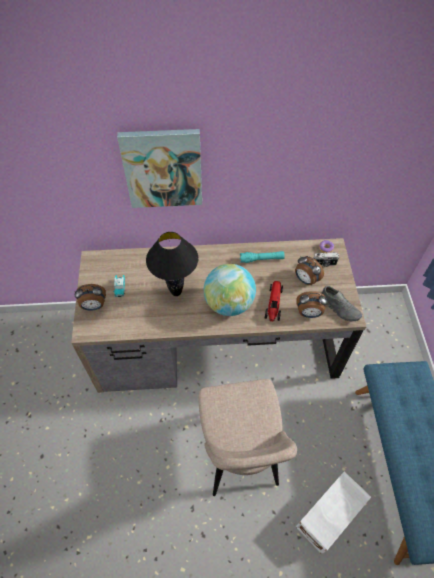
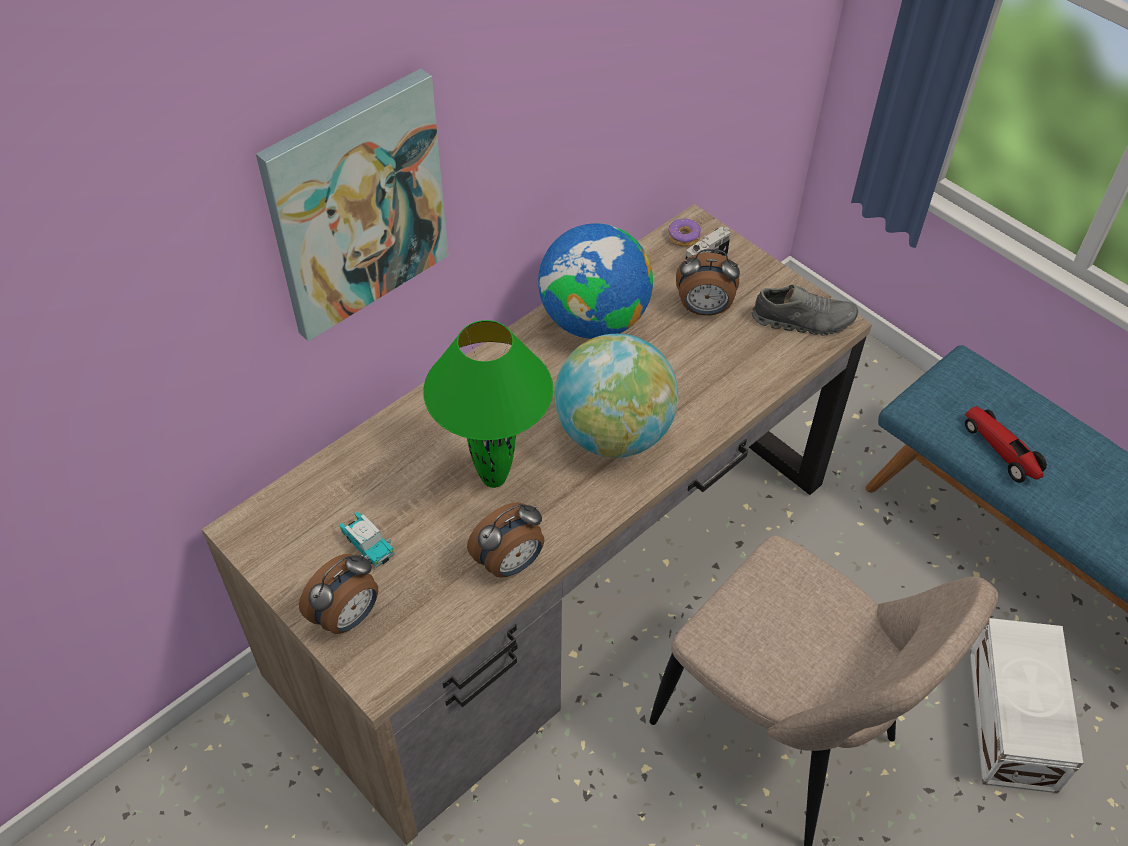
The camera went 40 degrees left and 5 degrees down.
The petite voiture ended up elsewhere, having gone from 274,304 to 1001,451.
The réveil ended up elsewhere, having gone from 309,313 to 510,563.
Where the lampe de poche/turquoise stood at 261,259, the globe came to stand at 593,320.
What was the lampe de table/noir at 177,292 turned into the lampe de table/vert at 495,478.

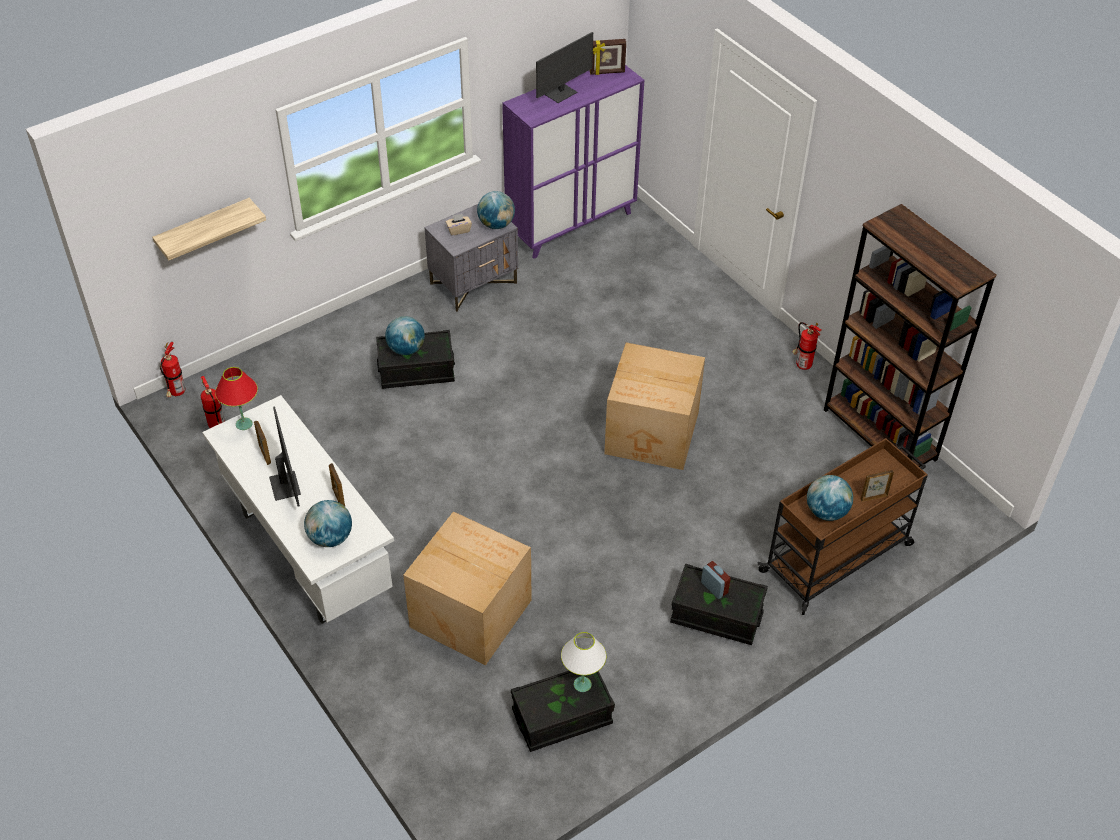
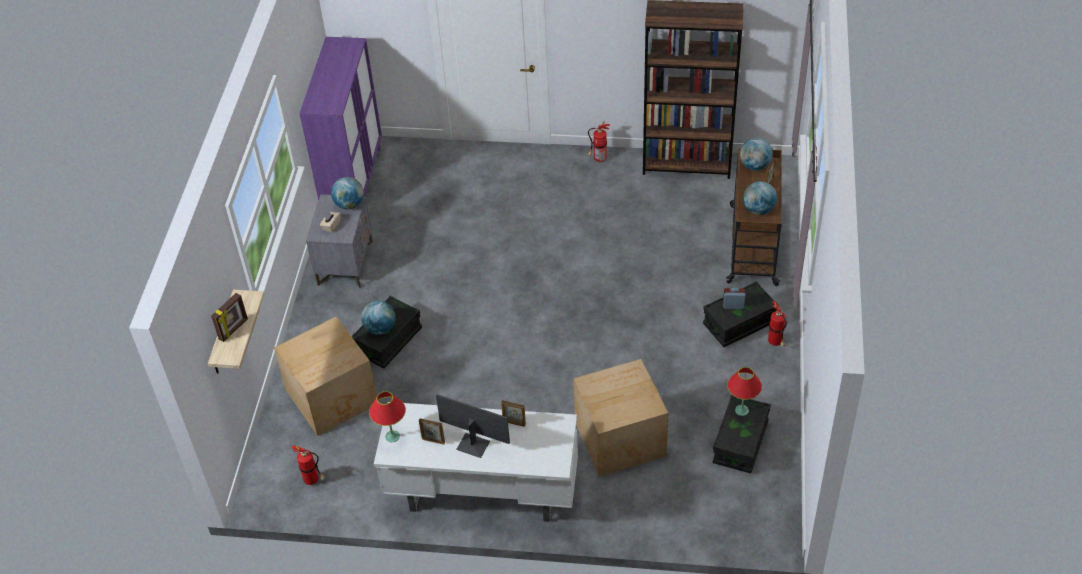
The camera went 45 degrees left and 0 degrees up.
The second view lost the écran d'ordinateur at 561,93.
The extincteur ended up elsewhere, having gone from 176,393 to 776,343.
The globe ended up elsewhere, having gone from 330,537 to 754,166.
The cadre photo ended up elsewhere, having gone from 607,72 to 234,329.
The carton ended up elsewhere, having gone from 653,434 to 333,397.
What was the lampe de table/blanc at 582,684 turned into the lampe de table/rouge at 741,410.

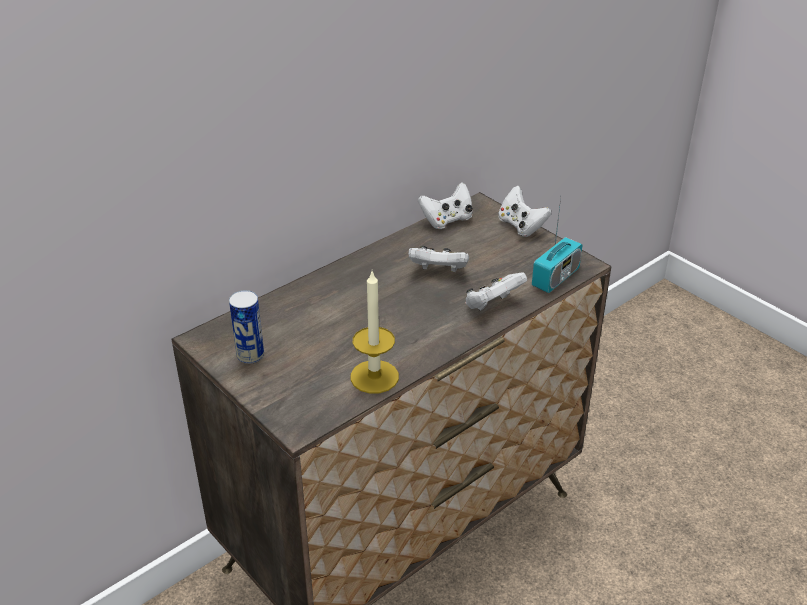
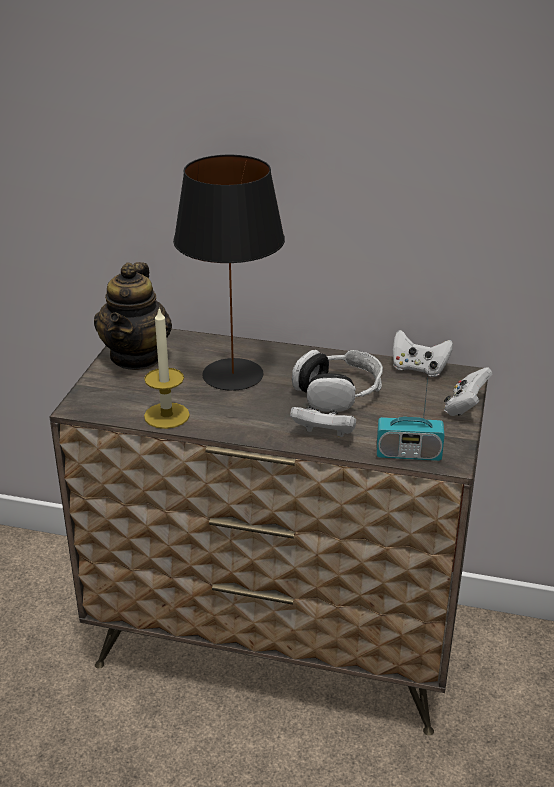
The camera went 55 degrees right and 5 degrees down.
The second view gained the lampe de table/noir at 234,374.
Where the boîte métallique stood at 250,355, the théière came to stand at 137,357.
Where the manette/blanc stood at 439,271, the casque audio came to stand at 338,392.

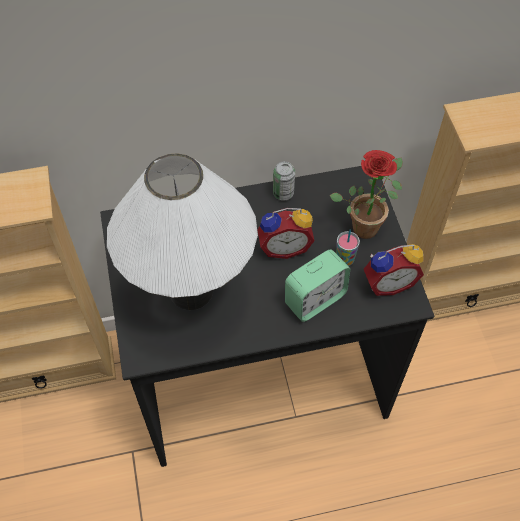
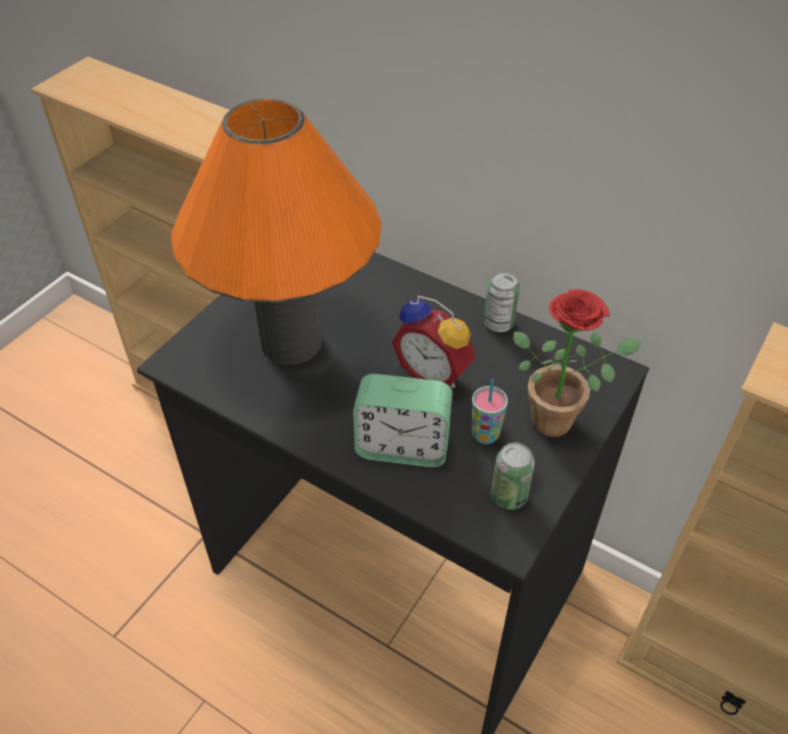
The camera went 45 degrees right and 10 degrees down.
Where the réveil stood at 388,282, the boîte métallique came to stand at 509,496.
What was the lampe de table/blanc at 191,290 turned into the lampe de table/orange at 291,342.

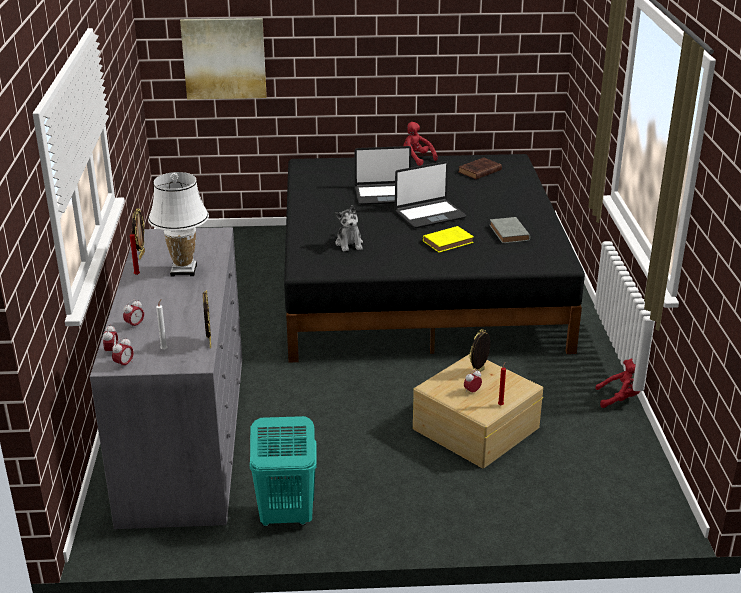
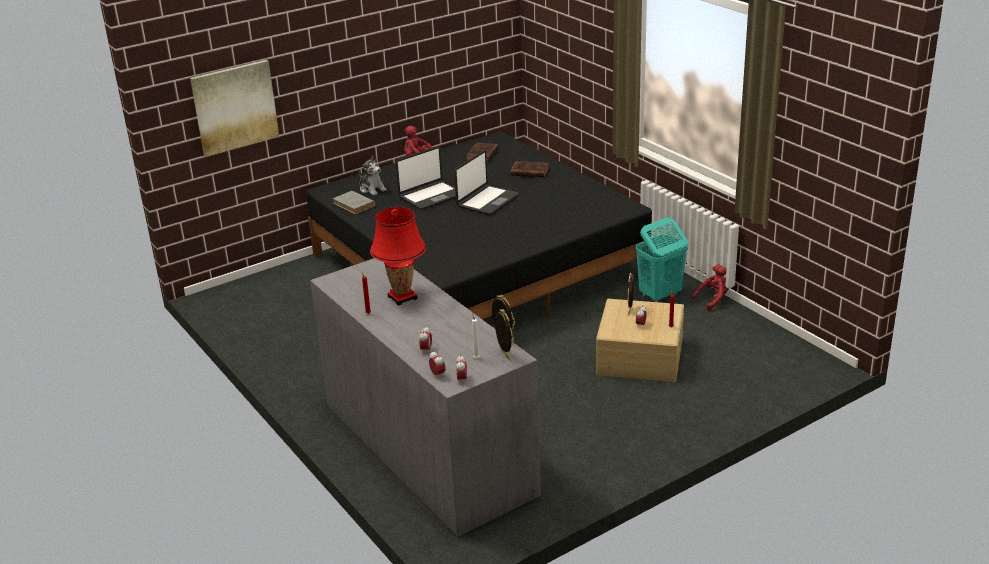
The camera went 30 degrees left and 0 degrees up.
The second view lost the livre/jaune at 449,241.
The second view gained the livre/marron at 528,172.
The cadre photo ended up elsewhere, having gone from 141,255 to 504,356.
The panier à linge/turquoise ended up elsewhere, having gone from 285,516 to 659,295.
The peluche ended up elsewhere, having gone from 349,244 to 372,189.
The livre/gris ended up elsewhere, having gone from 509,233 to 354,205.
What was the lampe de table/blanc at 183,270 turned into the lampe de table/rouge at 402,297.

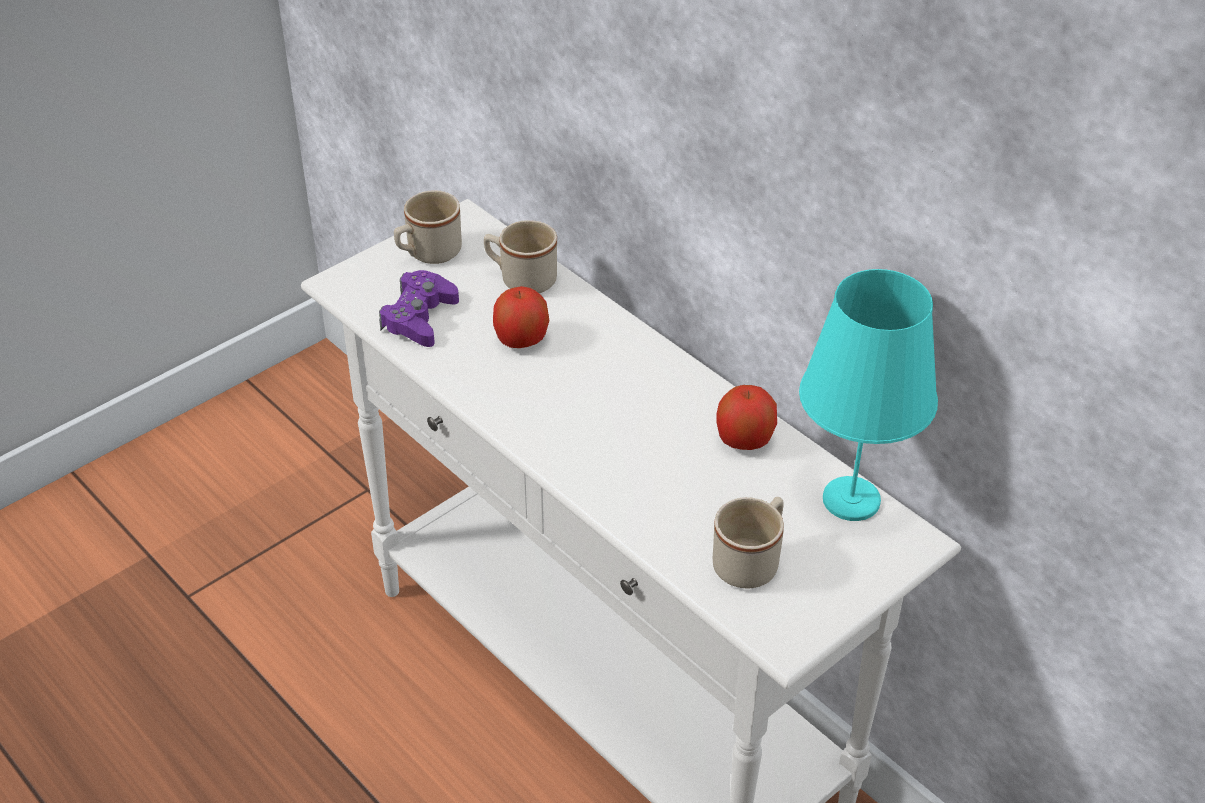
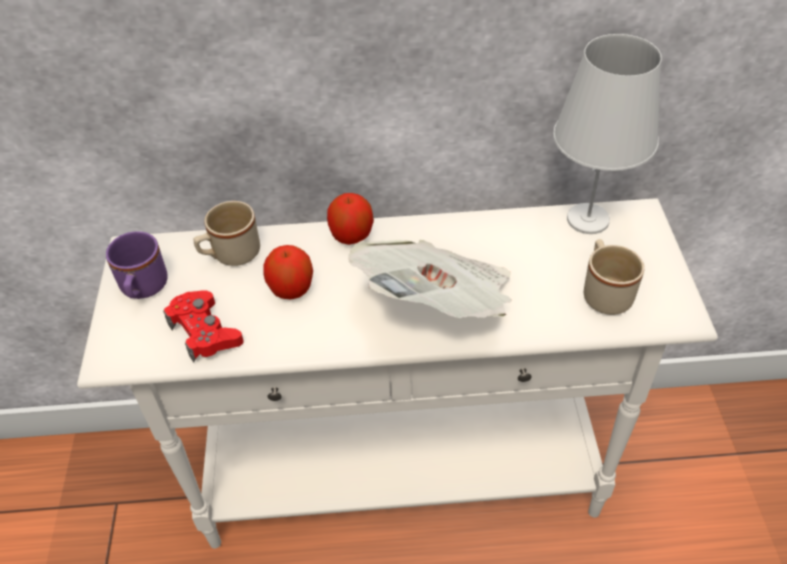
The camera went 50 degrees left and 5 degrees up.
The second view gained the journal at 439,304.
The pomme ended up elsewhere, having gone from 744,440 to 351,236.
What was the manette/violet at 419,317 turned into the manette/rouge at 205,332.
What was the mug/beige at 428,254 turned into the mug/violet at 143,289.
What was the lampe de table/turquoise at 850,499 turned into the lampe de table/blanc at 587,219.

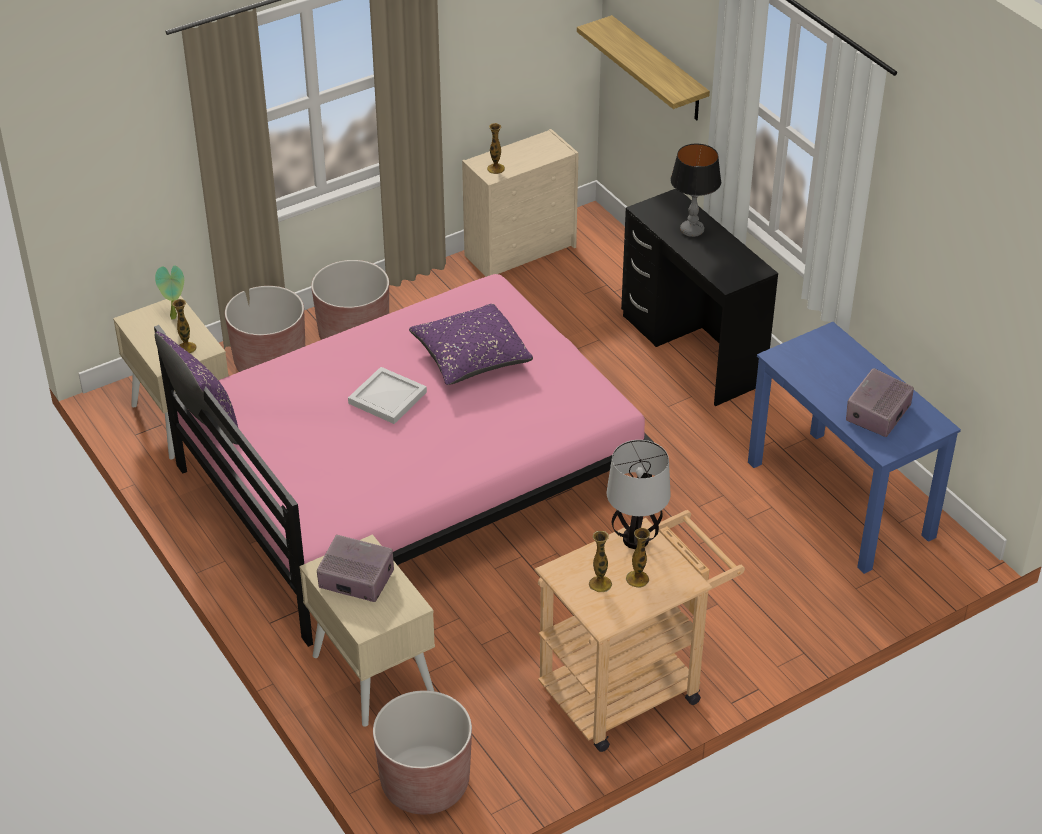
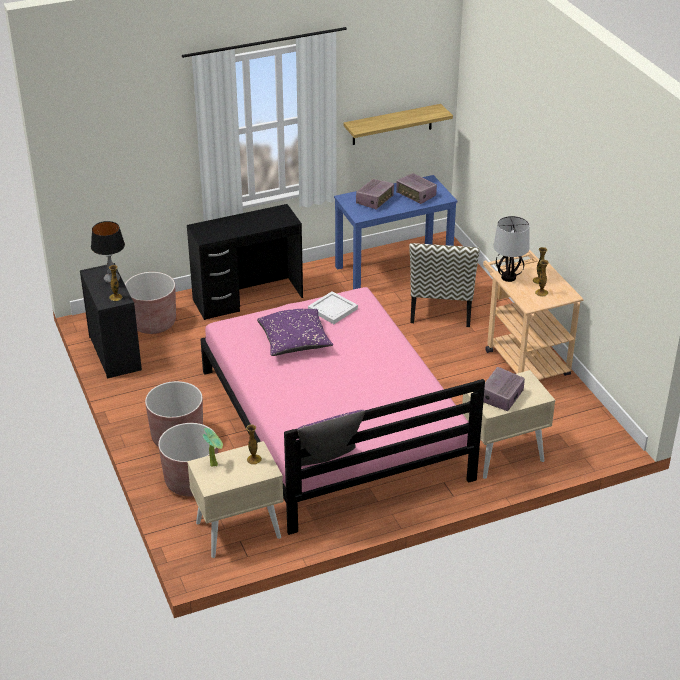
The camera went 80 degrees left and 5 degrees down.
The second view gained the radio at 375,200.
The second view gained the chaise at 442,307.
The plateau/blanc ended up elsewhere, having gone from 388,397 to 332,309.
The cache-pot/marron ended up elsewhere, having gone from 425,783 to 153,323.
The étagère ended up elsewhere, having gone from 658,70 to 392,124.
The lampe de table ended up elsewhere, having gone from 692,230 to 111,279.
What was the commode/beige at 521,251 turned into the commode/noir at 114,352.

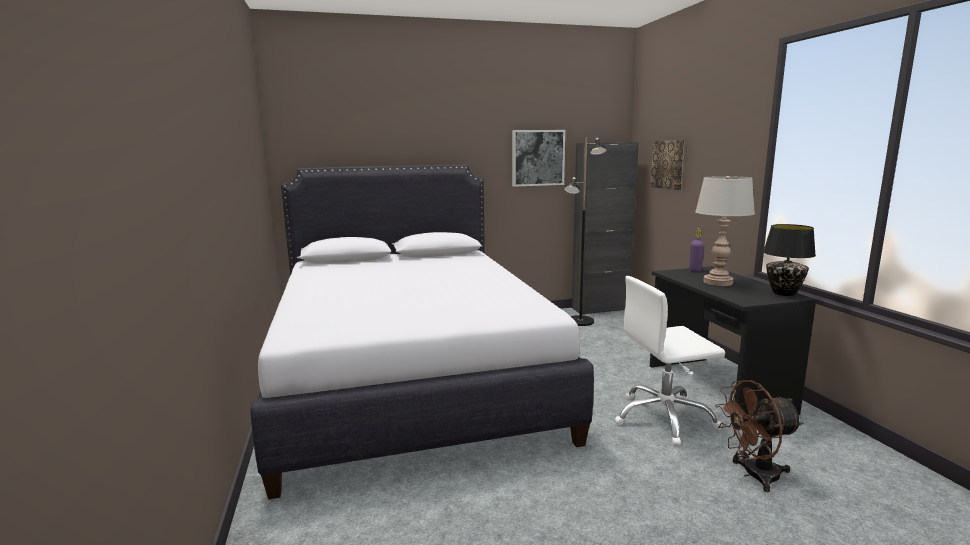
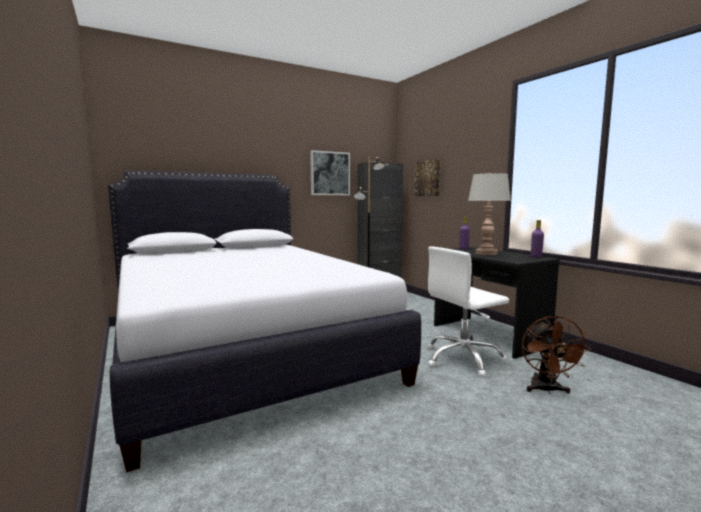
The camera went 15 degrees left and 5 degrees down.
Where the lampe de table/noir stood at 784,293, the bouteille/violet came to stand at 536,257.
The ventilateur/marron at 753,475 ended up facing another way, 60 degrees counterclockwise from before.

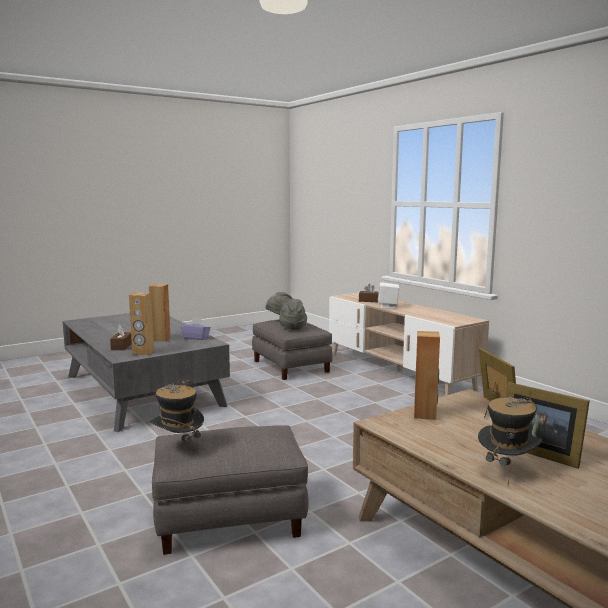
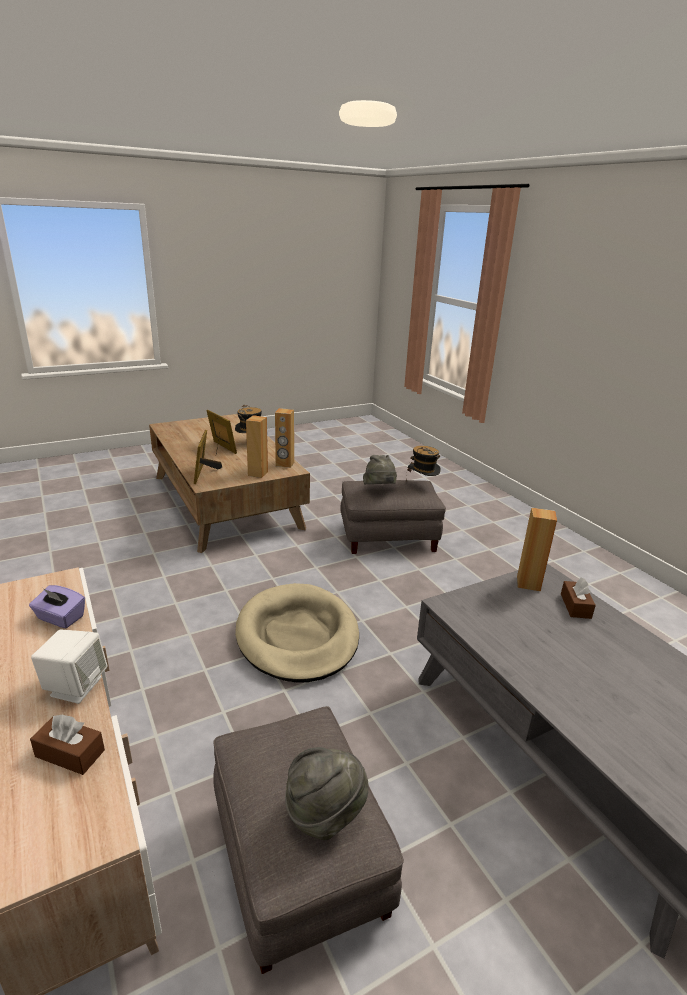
The camera went 175 degrees left and 15 degrees up.
The second view gained the panier pour chien/beige at 297,636.
The enceinte/marron ended up elsewhere, having gone from 161,339 to 285,464.
The boîte à mouchoirs/violet ended up elsewhere, having gone from 196,338 to 60,618.
The chapeau/gris ended up elsewhere, having gone from 292,327 to 379,489.

